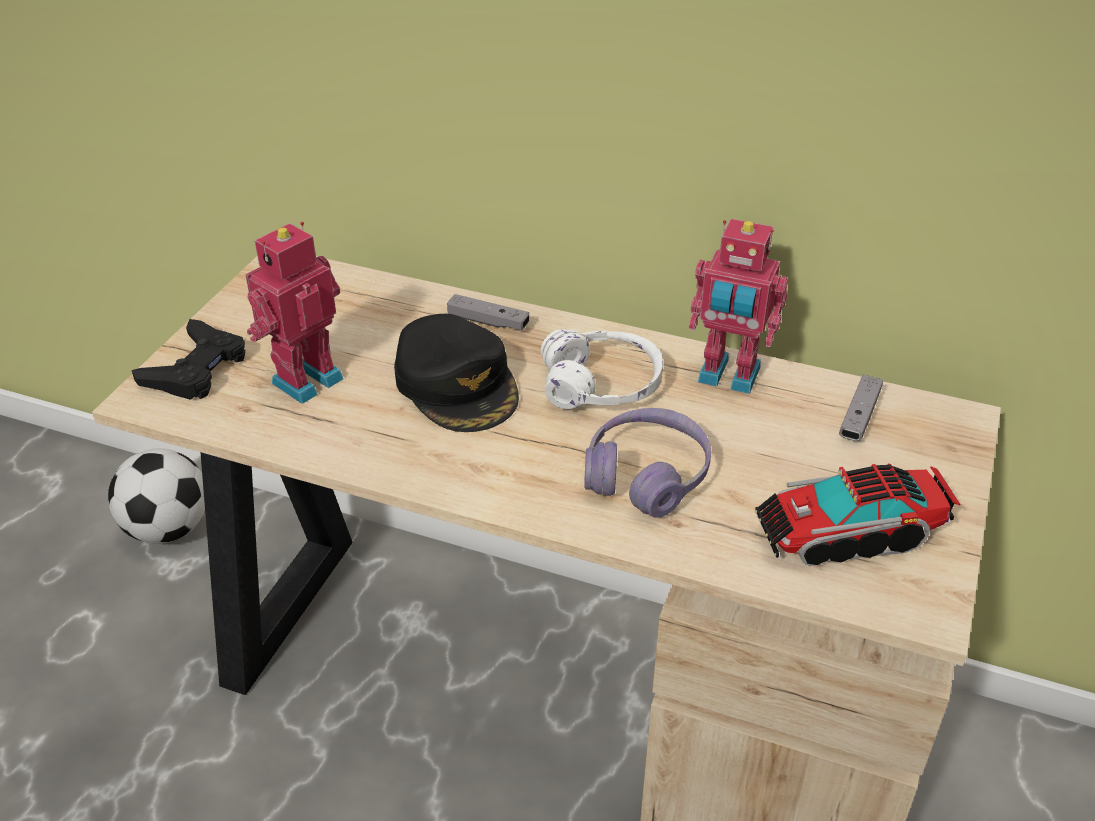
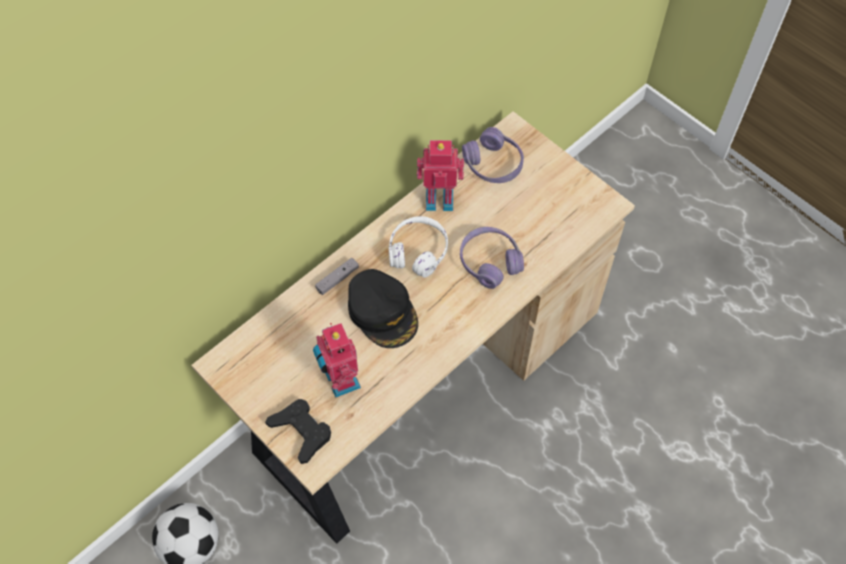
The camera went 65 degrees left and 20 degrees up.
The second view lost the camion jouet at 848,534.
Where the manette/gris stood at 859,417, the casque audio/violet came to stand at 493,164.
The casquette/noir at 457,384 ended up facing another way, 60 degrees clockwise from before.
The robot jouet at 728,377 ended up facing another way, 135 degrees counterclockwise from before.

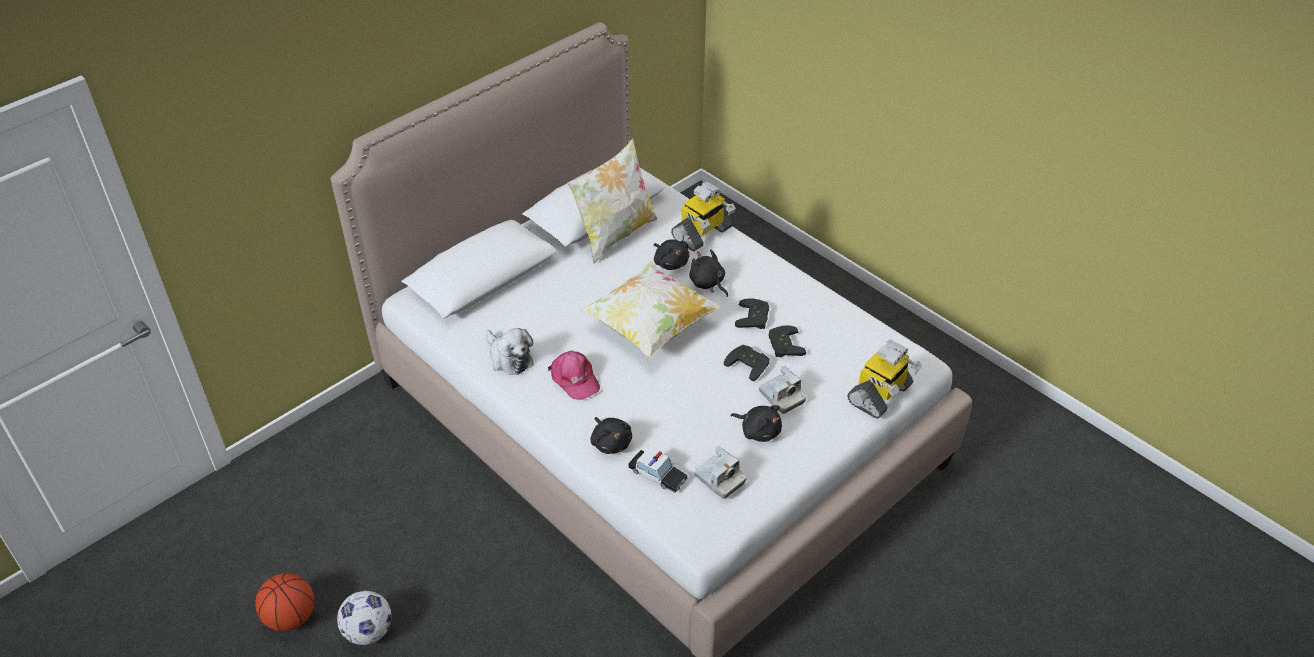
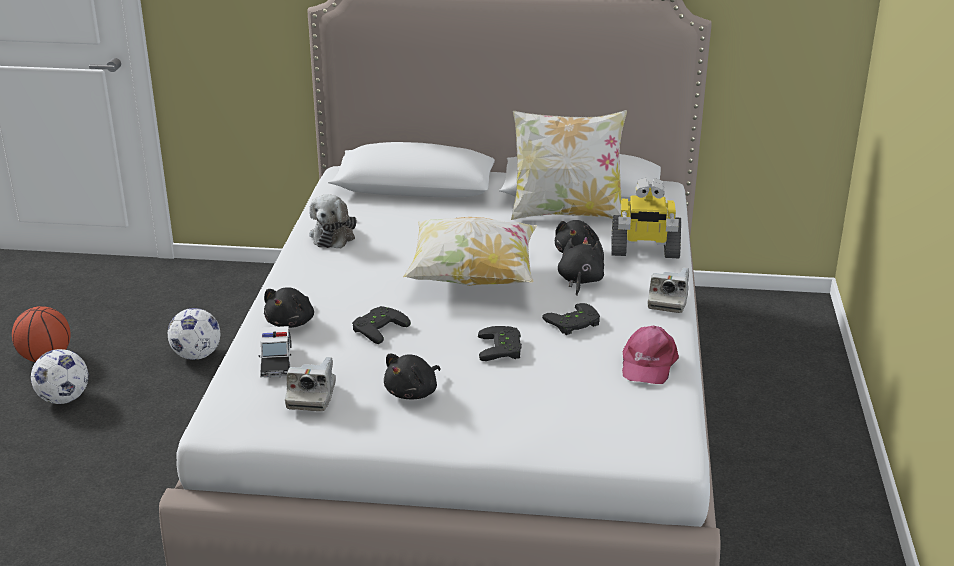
The camera went 50 degrees right and 15 degrees down.
The second view lost the robot jouet at 880,395.
The second view gained the ballon de foot at 197,355.
The casquette/rose ended up elsewhere, having gone from 574,379 to 648,363.
The appareil photo ended up elsewhere, having gone from 781,397 to 668,300.
The manette/noir ended up elsewhere, having gone from 783,345 to 377,327.
The peluche/noir at 758,431 ended up facing another way, 45 degrees clockwise from before.

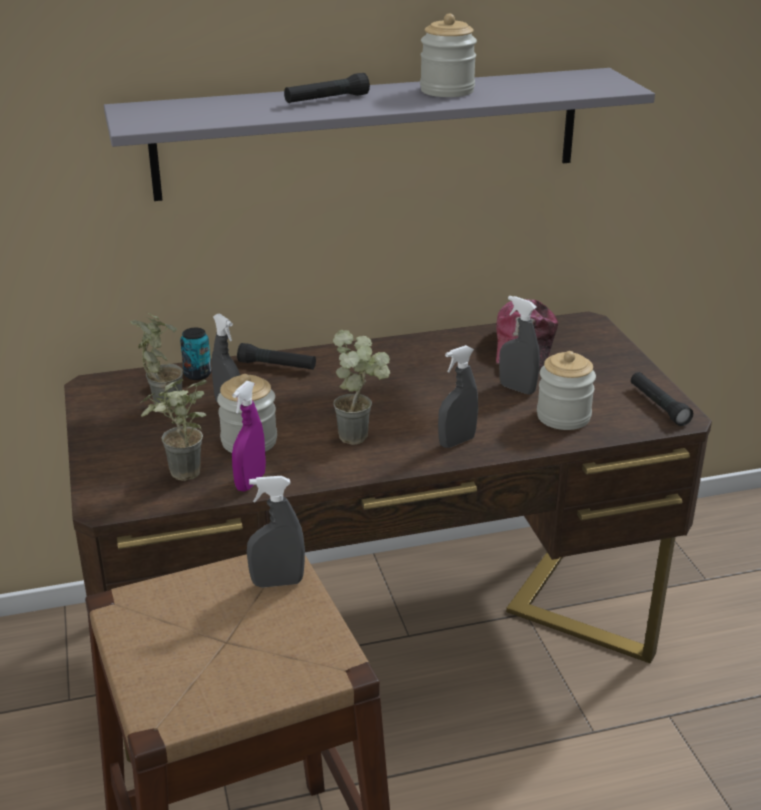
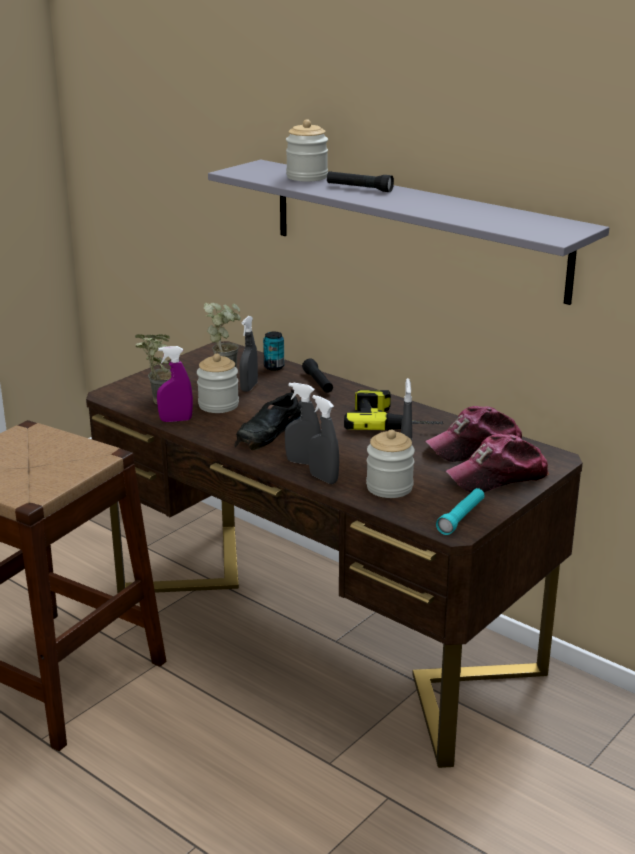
The camera went 55 degrees right and 5 degrees down.
The second view gained the perceuse at 393,420.
The second view gained the casquette at 498,477.
The vaporisateur/gris ended up elsewhere, having gone from 277,582 to 323,478.
The bocal ended up elsewhere, having gone from 447,90 to 307,177.
Where the plante en pot stood at 362,436, the chaussure/noir came to stand at 269,433.
What was the lampe de poche/noir at 658,405 turned into the lampe de poche/turquoise at 461,518.

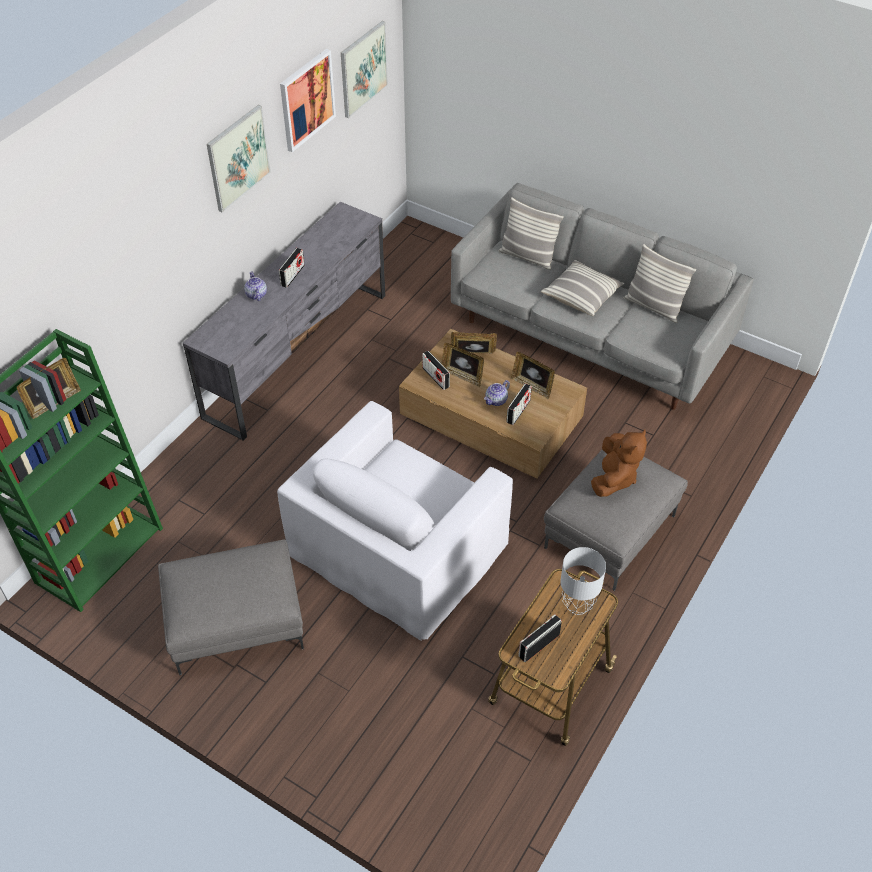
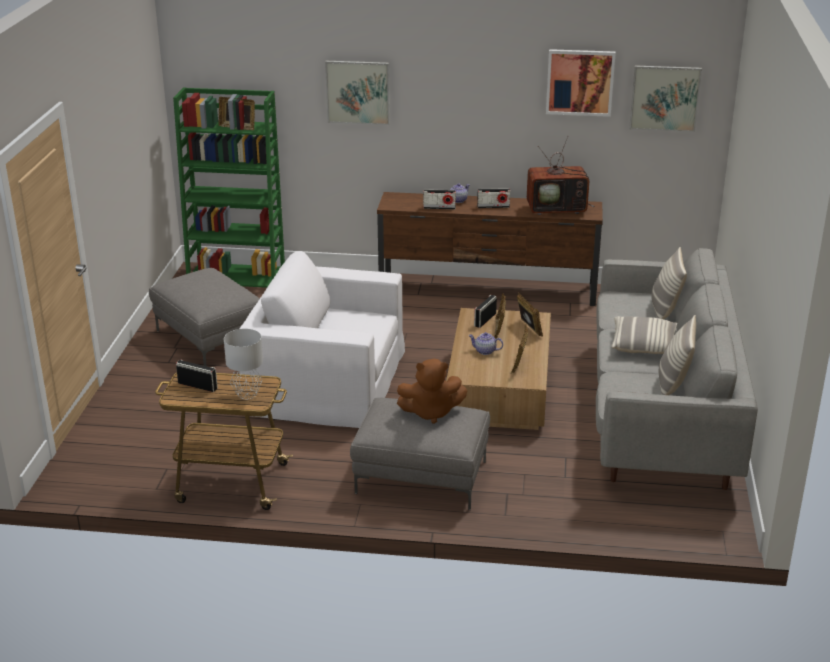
The camera went 65 degrees right and 20 degrees down.
The second view gained the téléviseur at 558,208.
The tableau ended up elsewhere, having gone from 238,158 to 358,92.
The radio ended up elsewhere, having gone from 518,411 to 439,208.
What was the meuble télé/gris at 299,354 turned into the meuble télé/marron at 488,290.

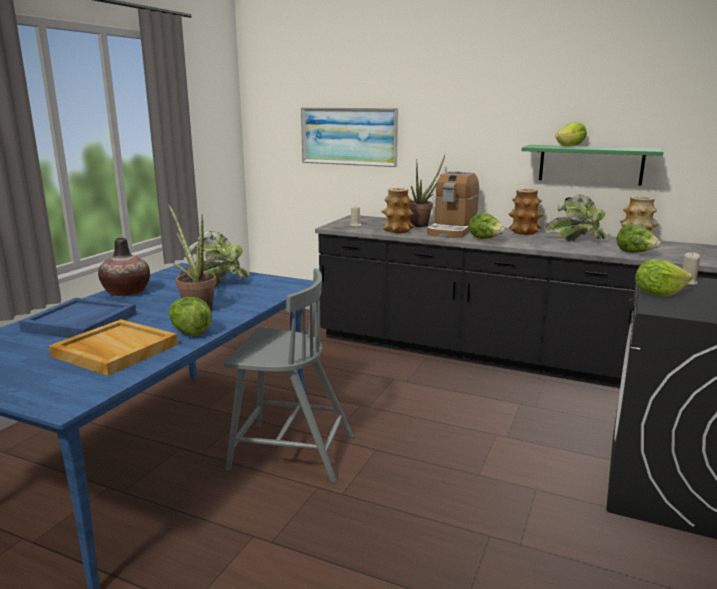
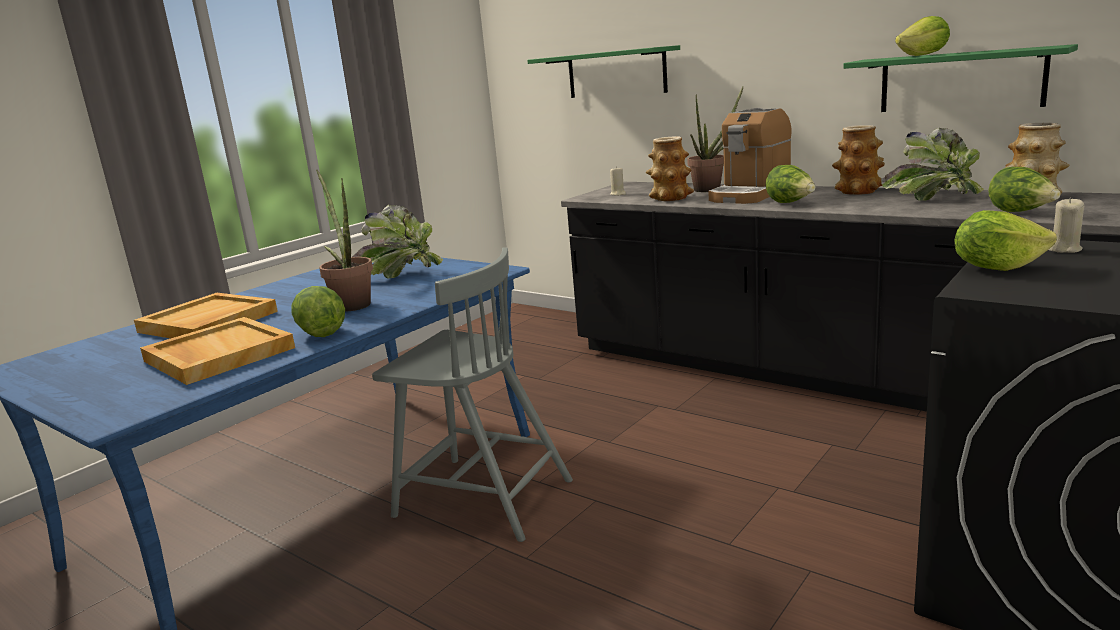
The camera went 15 degrees right and 0 degrees up.
The second view lost the vase at 126,292.
Where the tableau hung at 349,136, the étagère/vert came to hang at 616,73.
What was the plateau/bleu at 80,322 turned into the plateau/beige at 208,322.

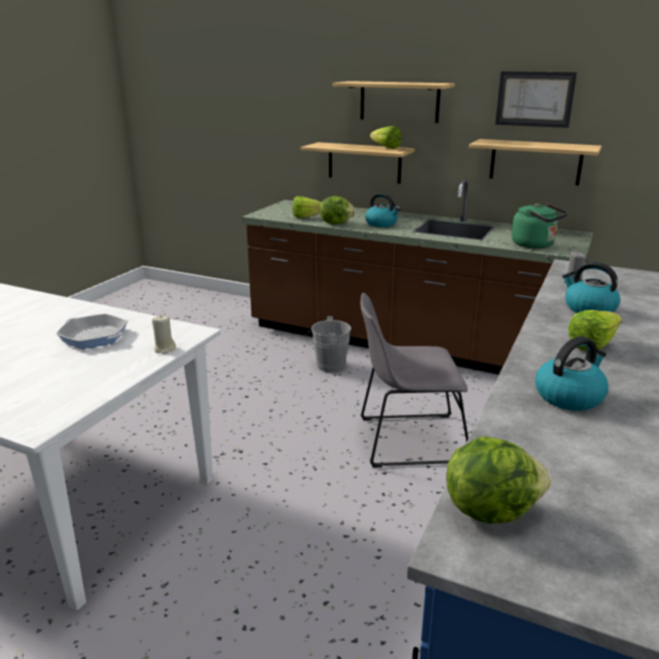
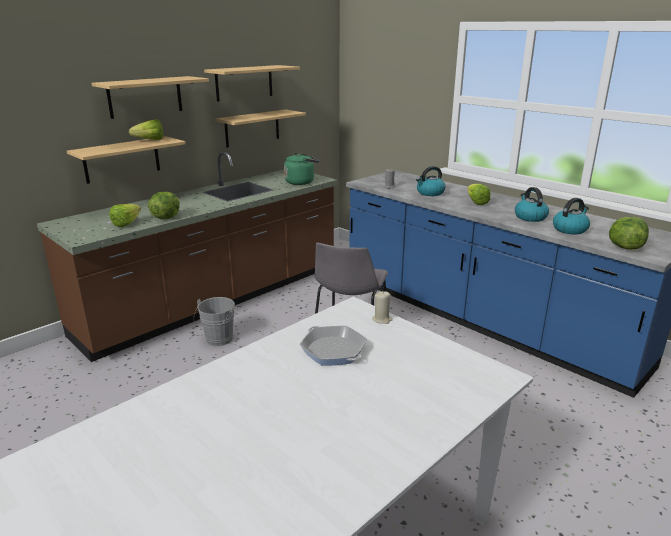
The camera went 70 degrees left and 0 degrees up.
The bouilloire ended up elsewhere, having gone from 382,224 to 570,229.
Where the tableau hung at 534,99, the étagère came to hang at 244,83.
The poêle at 94,336 ended up facing another way, 90 degrees counterclockwise from before.

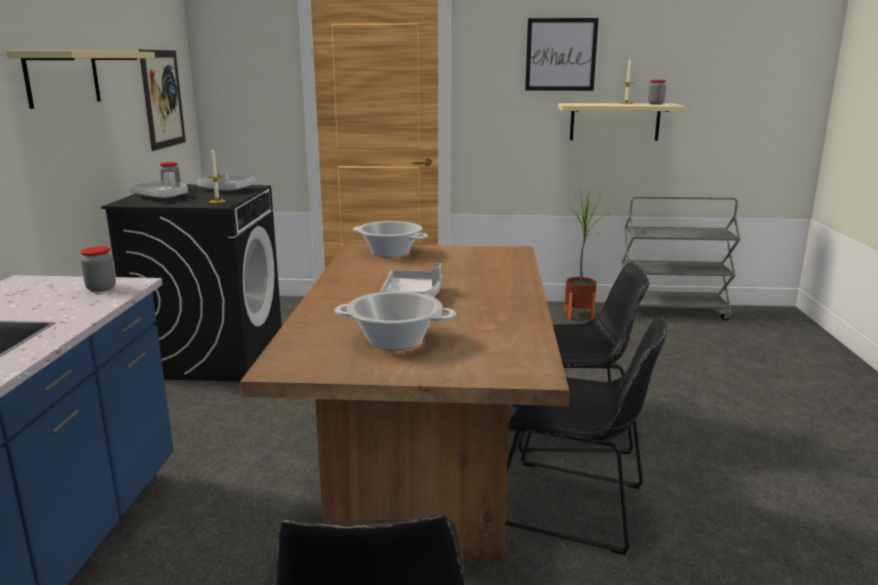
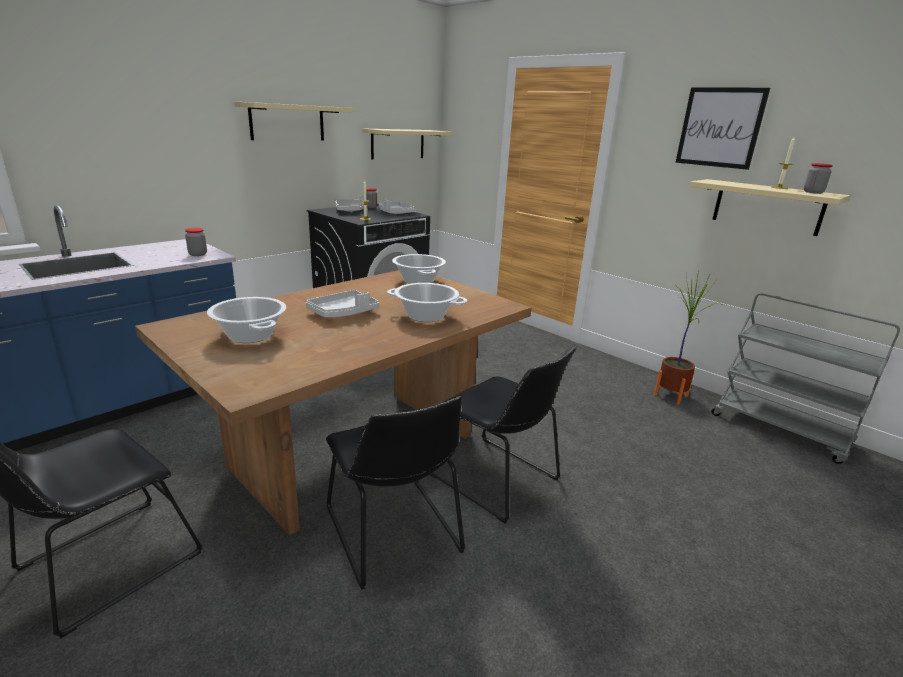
The camera went 40 degrees right and 5 degrees up.
The second view gained the marmite at 426,316.
Where the tableau hung at 163,99, the étagère/beige came to hang at 398,144.

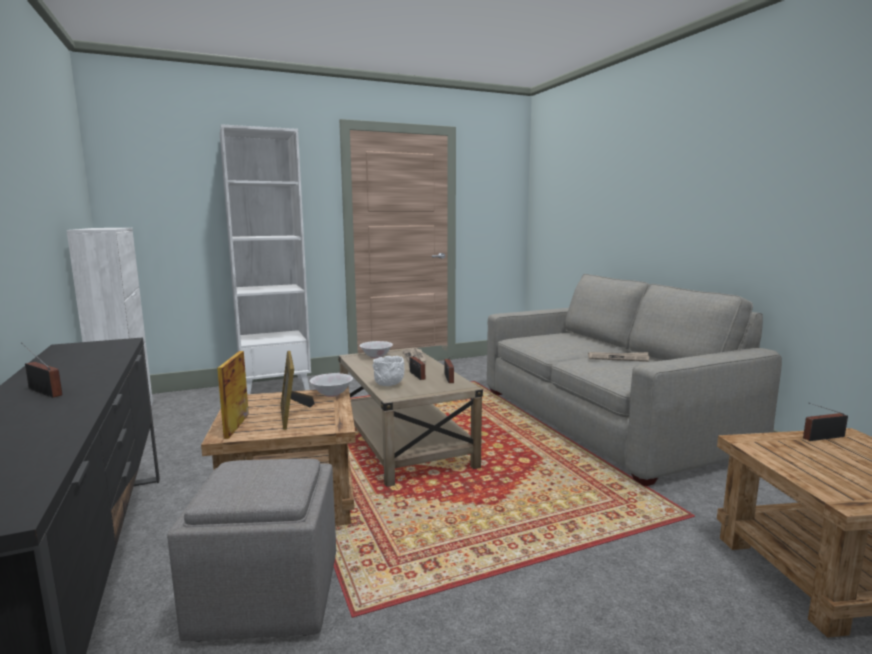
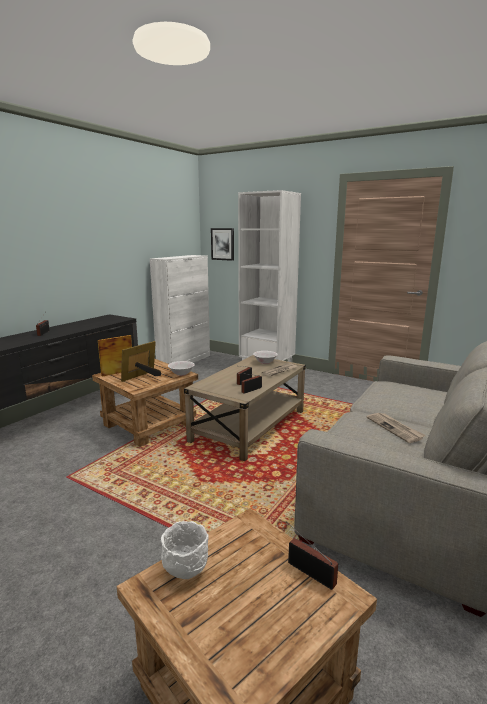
The camera went 55 degrees right and 5 degrees up.
The second view lost the pouf/gris at 265,597.
The second view gained the tableau at 223,244.
The bol/blanc ended up elsewhere, having gone from 389,385 to 185,571.

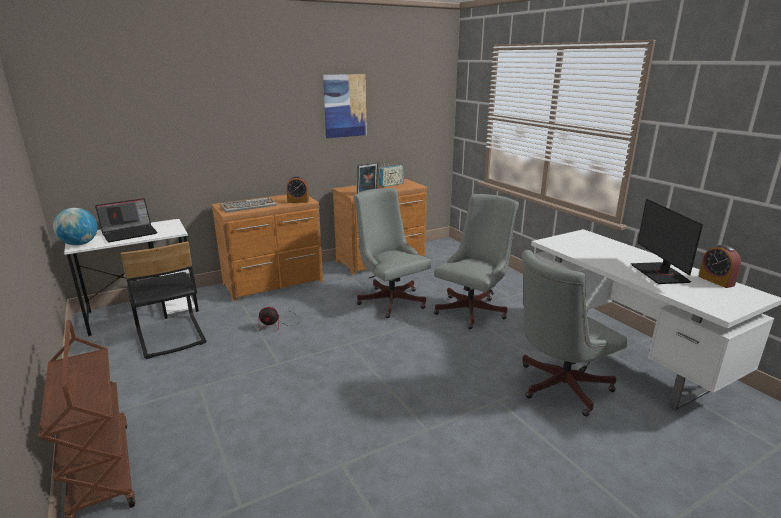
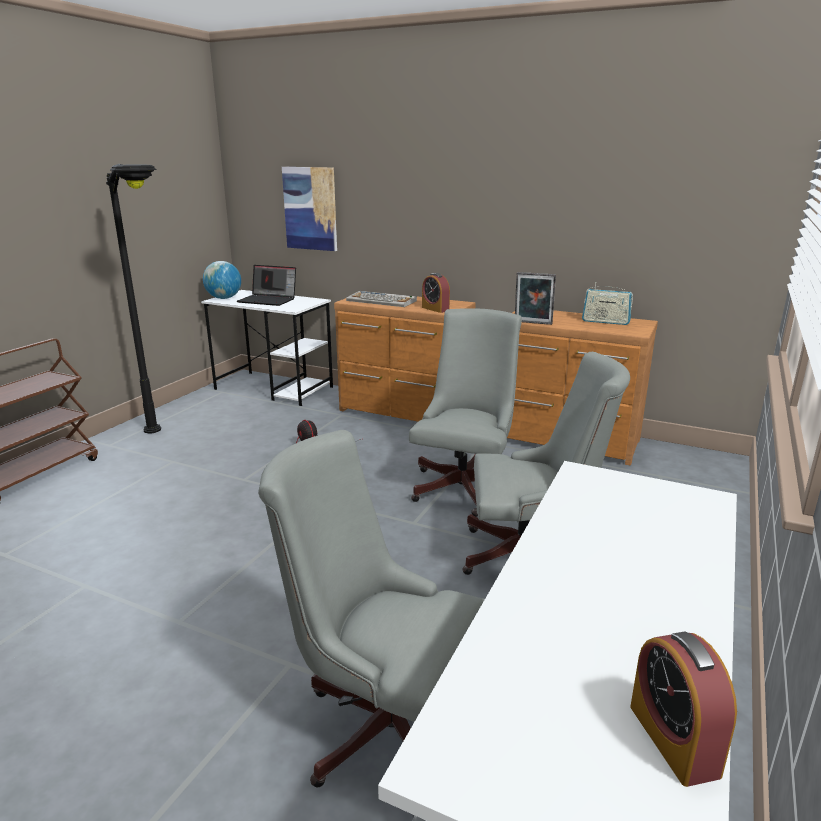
The camera went 55 degrees right and 0 degrees up.
The second view lost the chaise/noir at 170,336.
The second view lost the écran d'ordinateur at 660,273.
The second view gained the lampadaire/noir at 169,448.
The tableau ended up elsewhere, having gone from 345,106 to 310,208.
The réveil at 716,281 ended up facing another way, 45 degrees counterclockwise from before.

